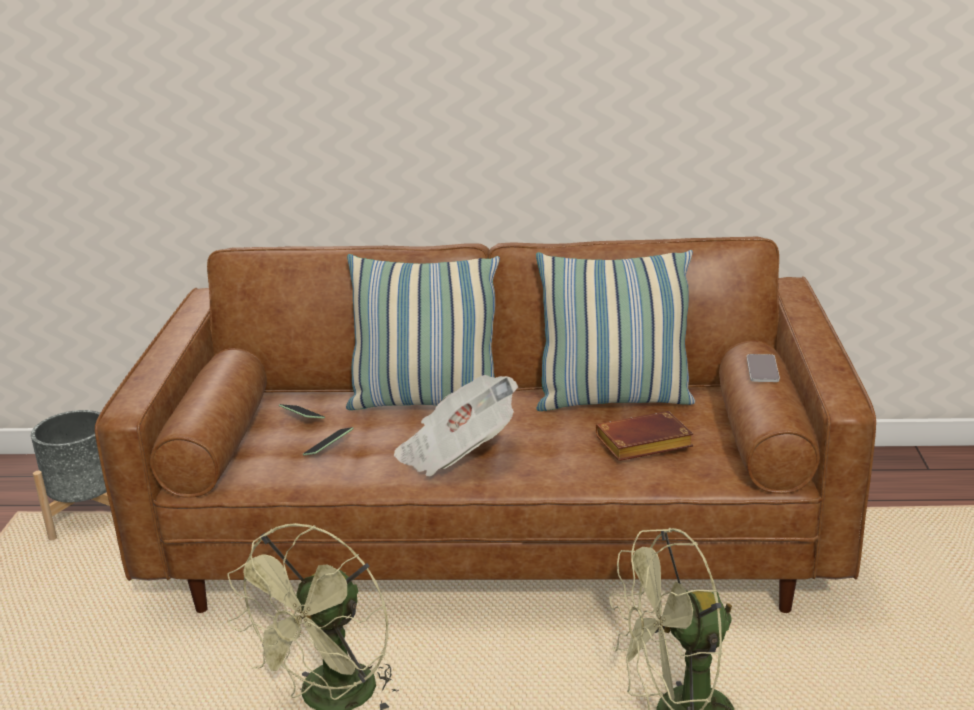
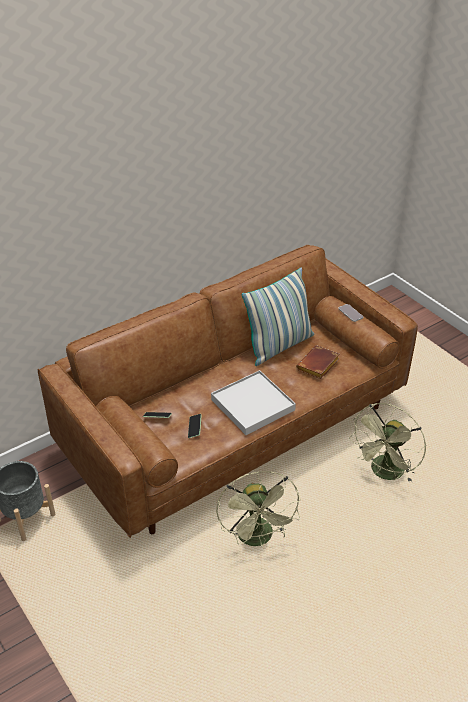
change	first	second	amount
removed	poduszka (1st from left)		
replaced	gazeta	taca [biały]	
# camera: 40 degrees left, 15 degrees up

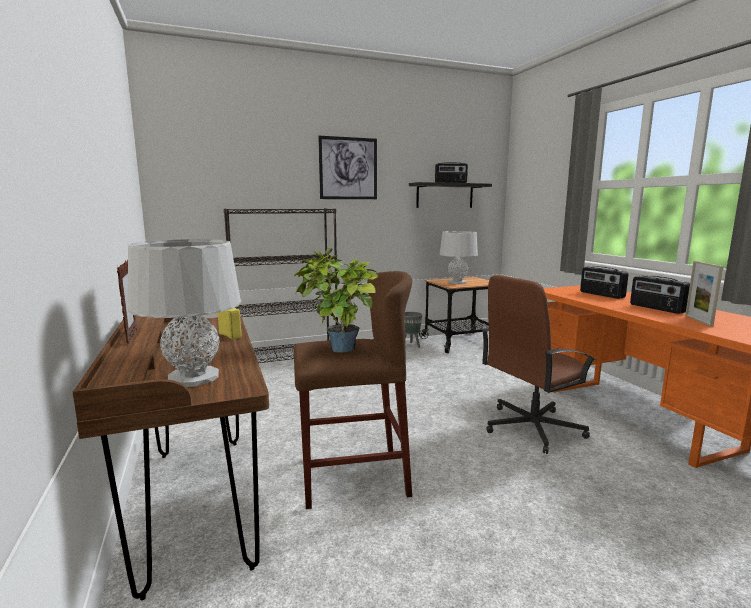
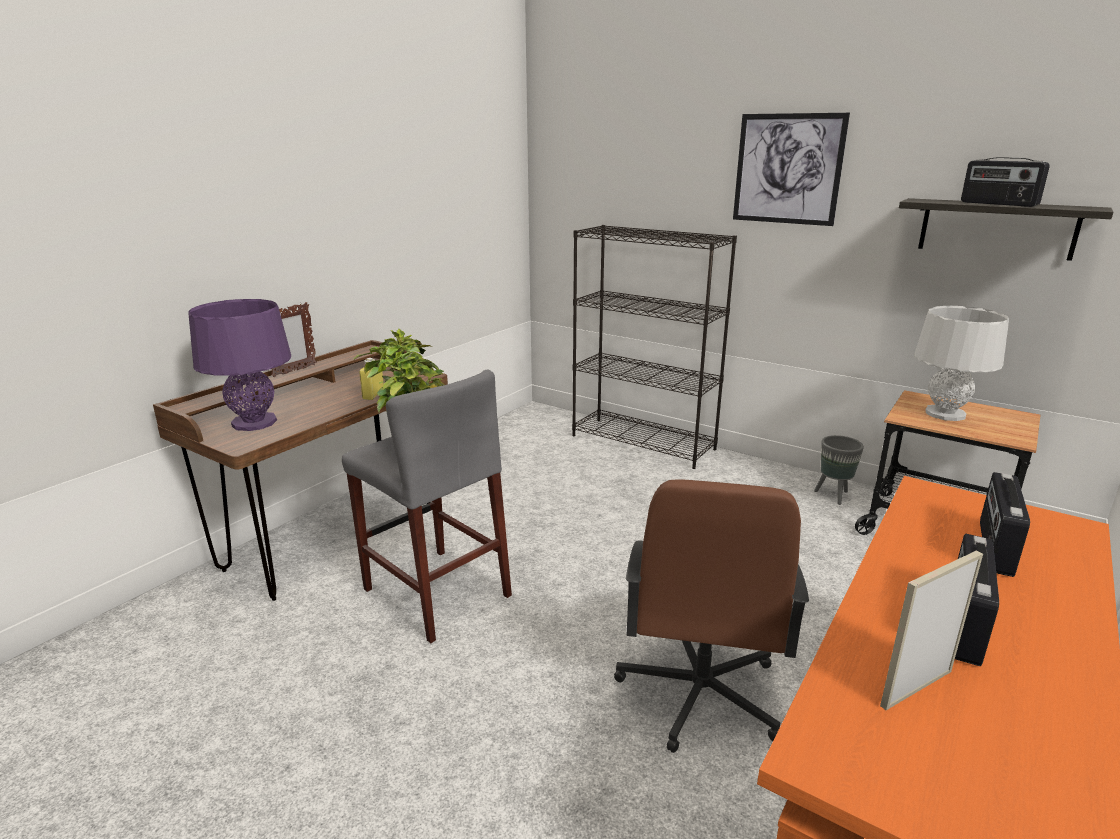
change	first	second	amount
recoloured	lampa stołowa [szary] (1st from left)	lampa stołowa [fioletowy]	
recoloured	stołek [brązowy]	stołek [szary]	
turned	krzesło biurowe [brązowy]		105 degrees counterclockwise
# camera: 55 degrees right, 10 degrees up

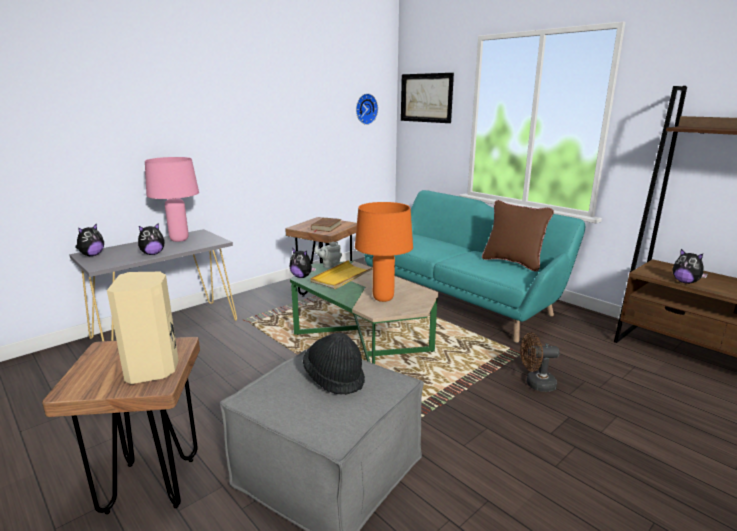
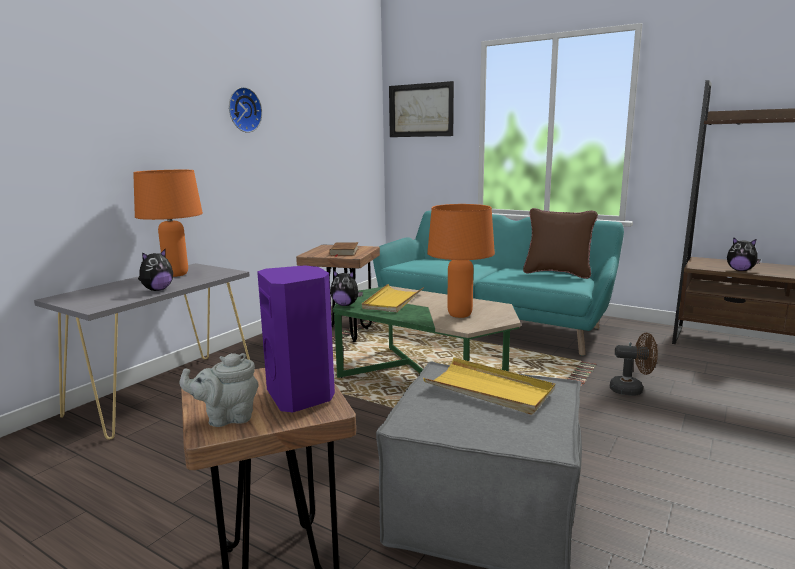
change	first	second	amount
moved	zegar ścienny		
recoloured	lampa stołowa [różowy]	lampa stołowa [pomarańczowy] (1st from left)	
removed	pluszak (1st from left)		
moved	imbryk [szary]		
recoloured	głośnik [beżowy]	głośnik [fioletowy]	
replaced	kapelusz [czarny]	taca [żółty] (2nd from left)	
turned	wentylator [brązowy]		150 degrees counterclockwise
# camera: 15 degrees left, 5 degrees down

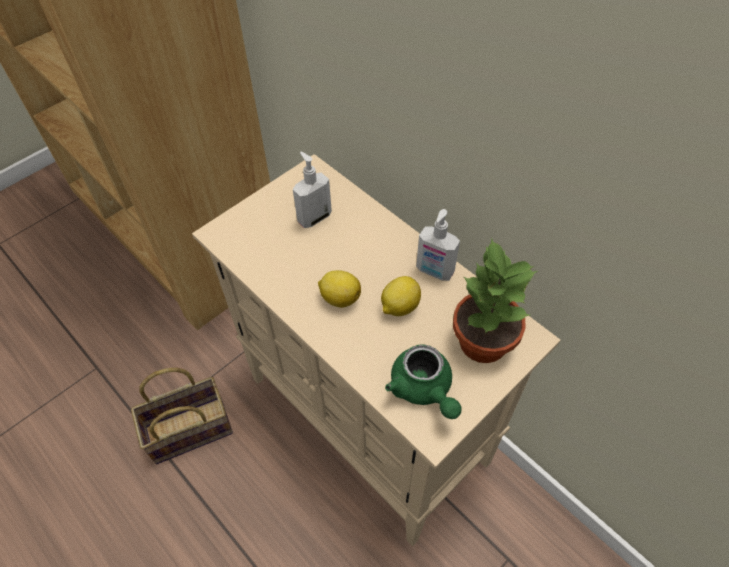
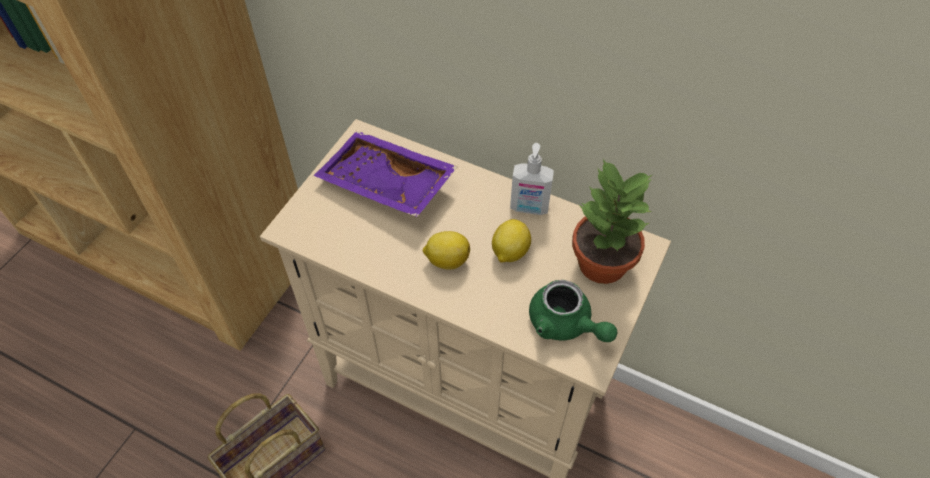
change	first	second	amount
replaced	dozownik mydła (1st from left)	taca [fioletowy]	
# camera: 20 degrees left, 0 degrees up

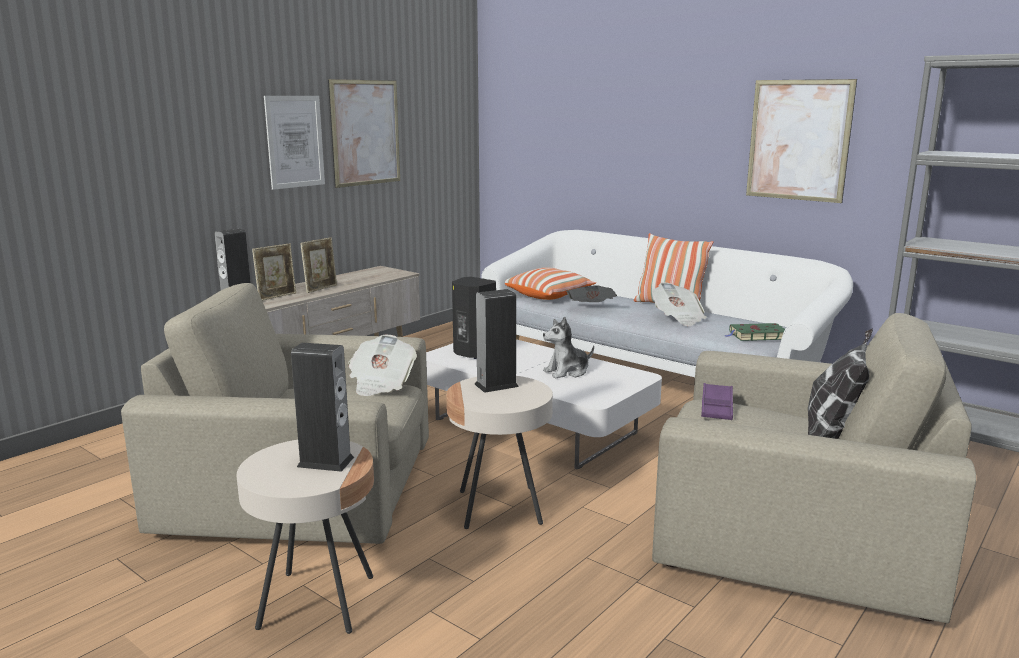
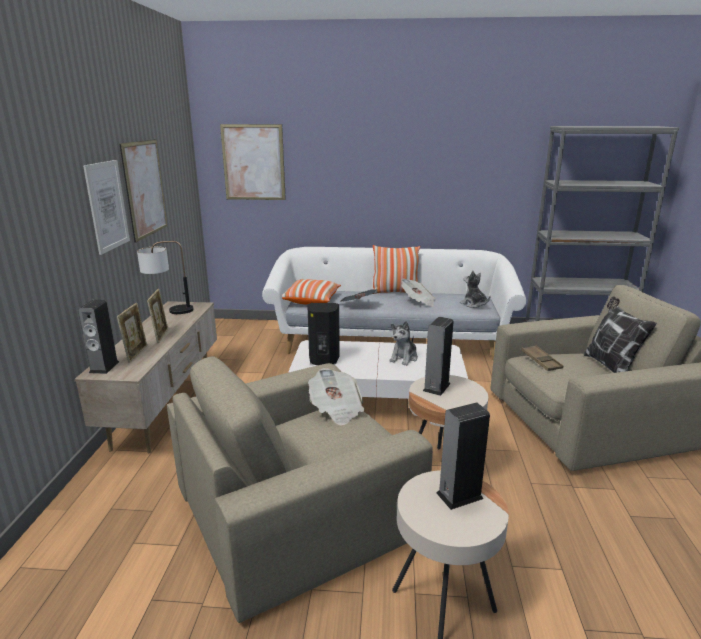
change	first	second	amount
moved	obraz (3rd from left)		
replaced	książka [zielony]	pluszak (2nd from left)	
recoloured	taca [fioletowy]	taca [brązowy]	
added		lampa stołowa	
# camera: 35 degrees left, 5 degrees up

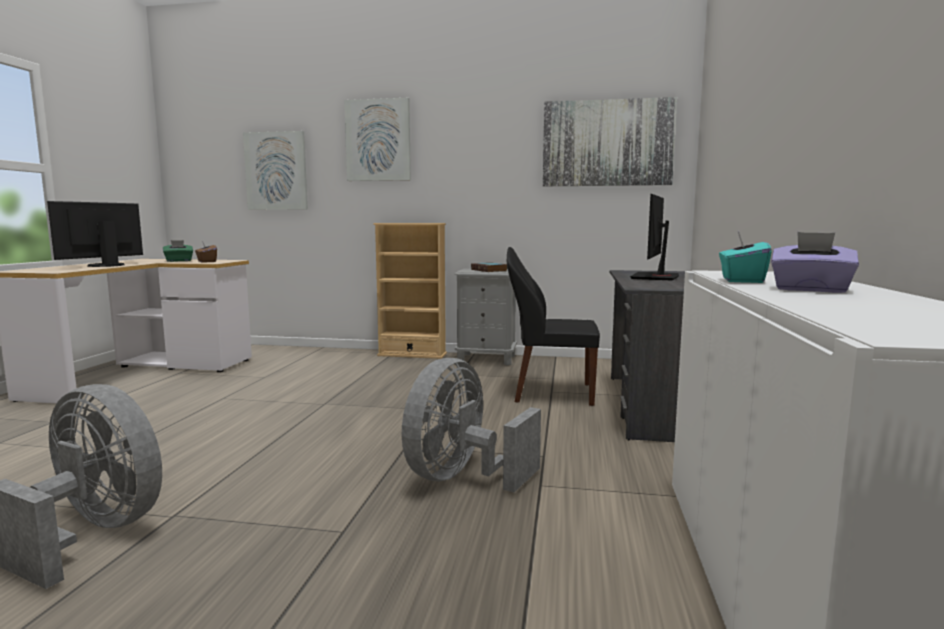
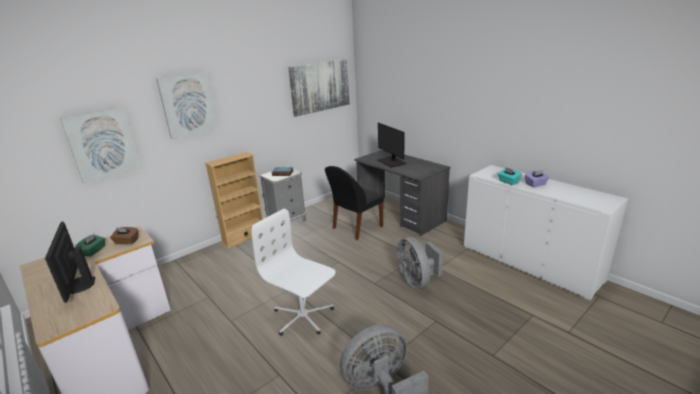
change	first	second	amount
added		krzesło biurowe [biały]	
# camera: 50 degrees left, 15 degrees up

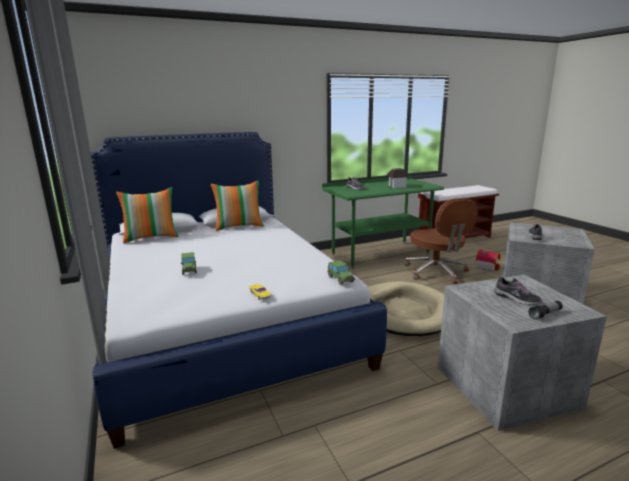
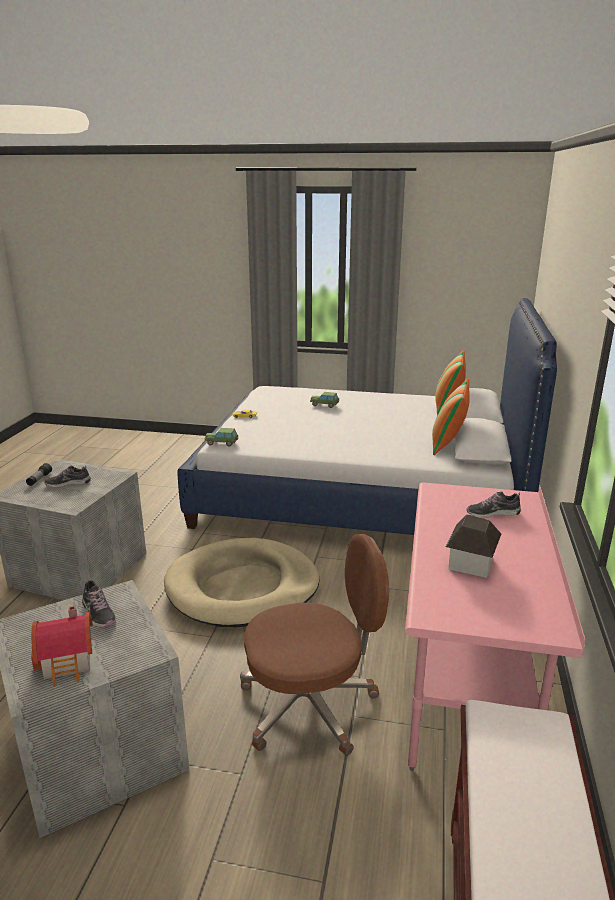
change	first	second	amount
recoloured	biurko [zielony]	biurko [różowy]	
turned	krzesło biurowe [brązowy]		150 degrees clockwise
moved	domek (2nd from left in the first image)	domek (1st from left)	
# camera: 125 degrees right, 5 degrees up

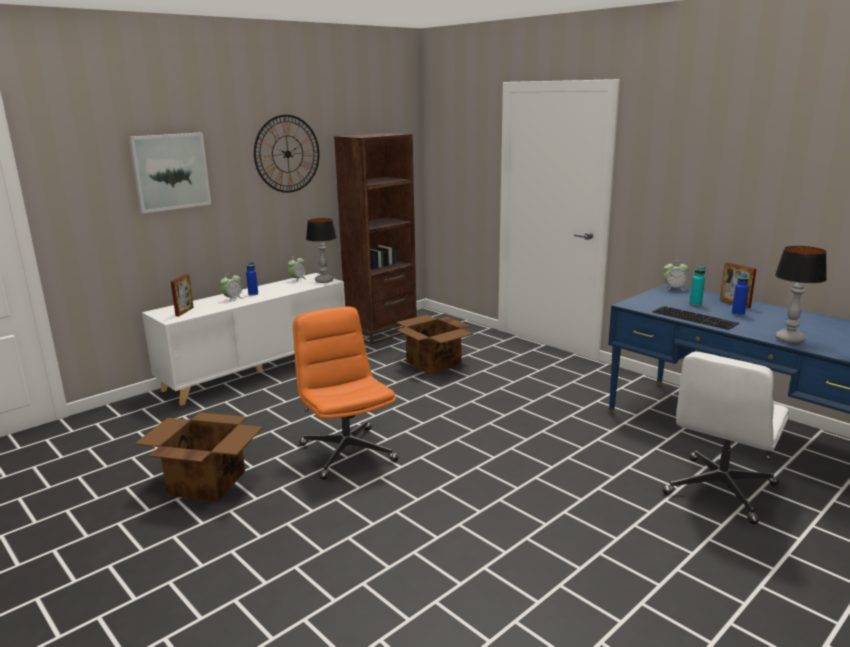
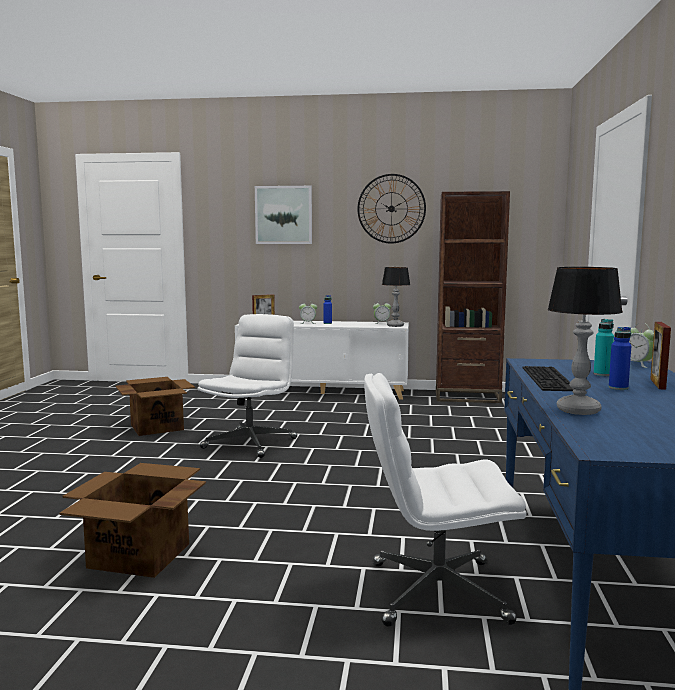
change	first	second	amount
recoloured	krzesło biurowe [pomarańczowy]	krzesło biurowe [biały] (1st from left)	
moved	karton (2nd from left in the first image)	karton (1st from left)	
# camera: 50 degrees right, 10 degrees down

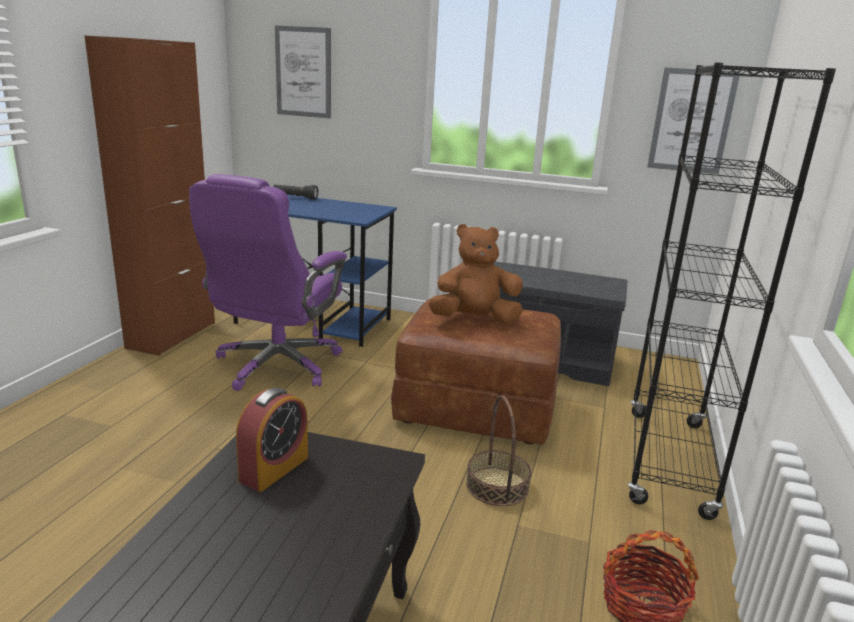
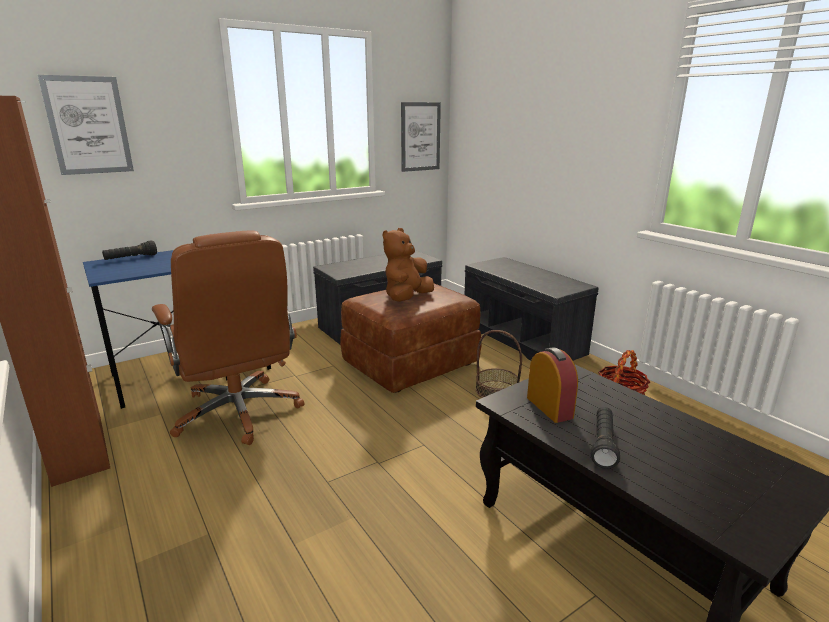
change	first	second	amount
replaced	regał [czarny]	ławka [szary] (2nd from left)	
recoloured	krzesło biurowe [fioletowy]	krzesło biurowe [brązowy]	
added		latarka [czarny] (2nd from left)	
# camera: 50 degrees left, 0 degrees up

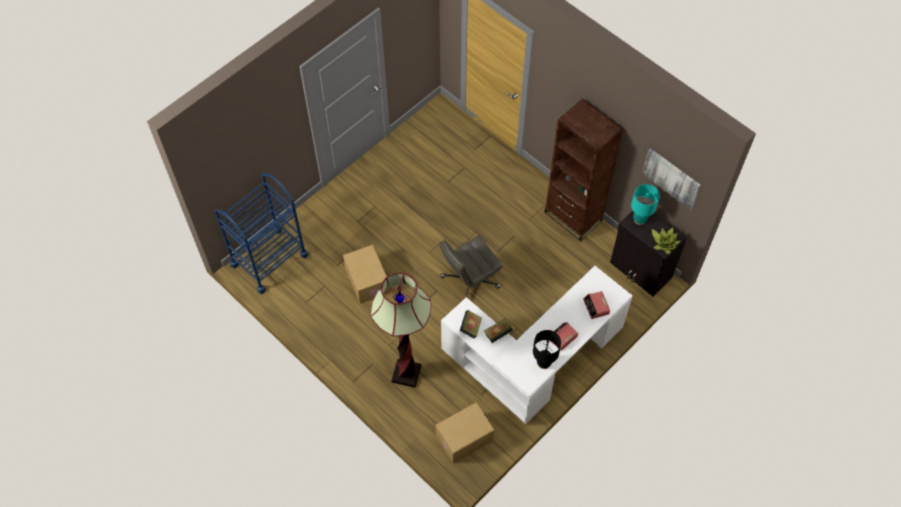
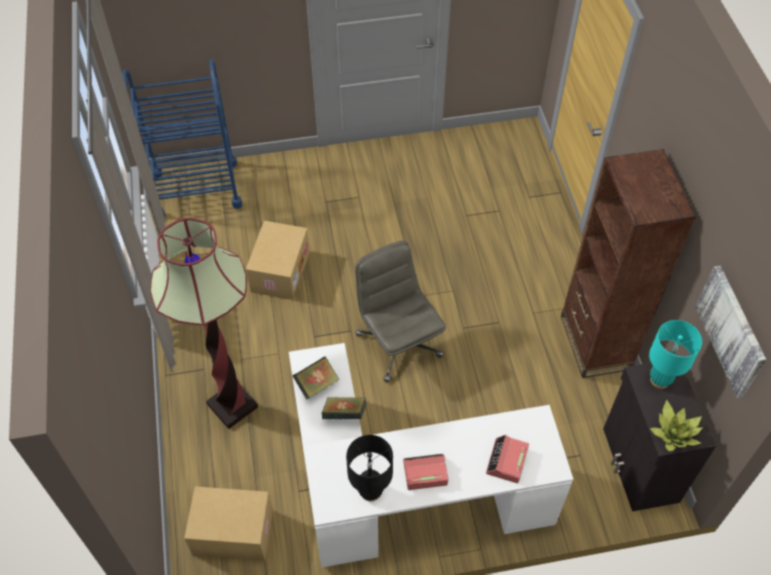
change	first	second	amount
turned	krzesło biurowe [szary]		60 degrees clockwise
# camera: 35 degrees right, 5 degrees down

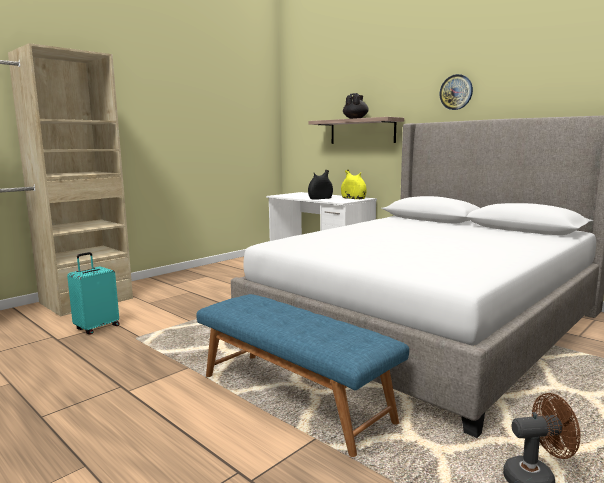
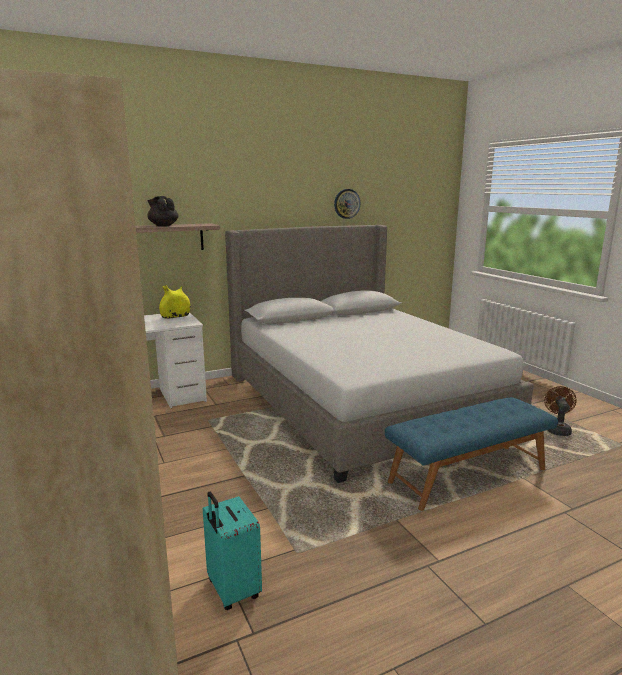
change	first	second	amount
moved	zegar ścienny		
removed	wazon [czarny]		
# camera: 70 degrees left, 5 degrees up

